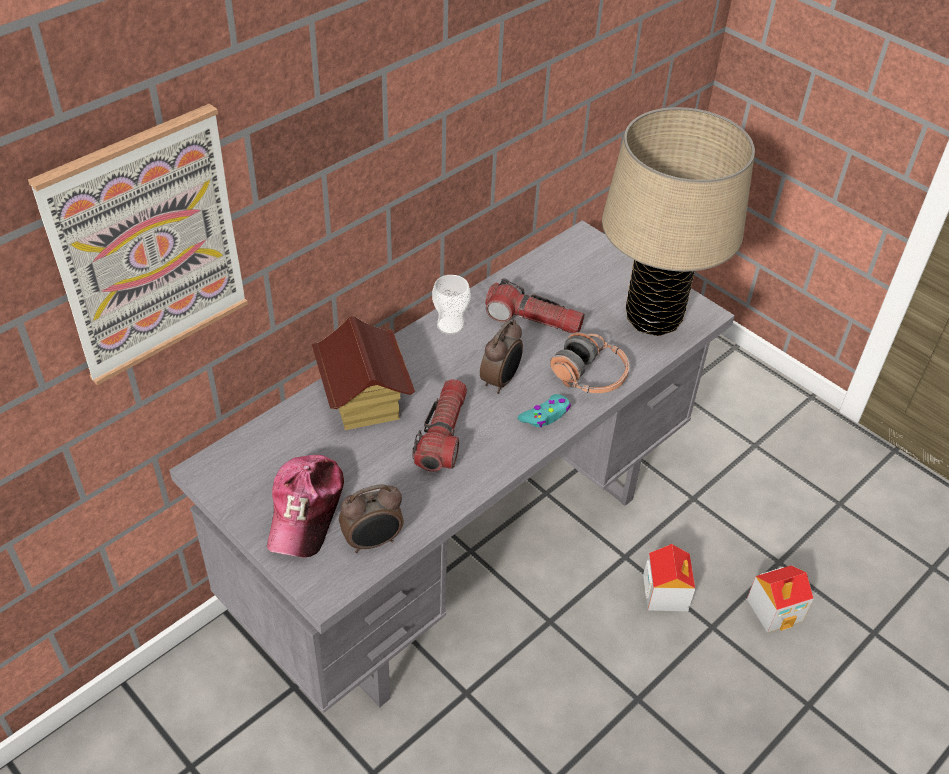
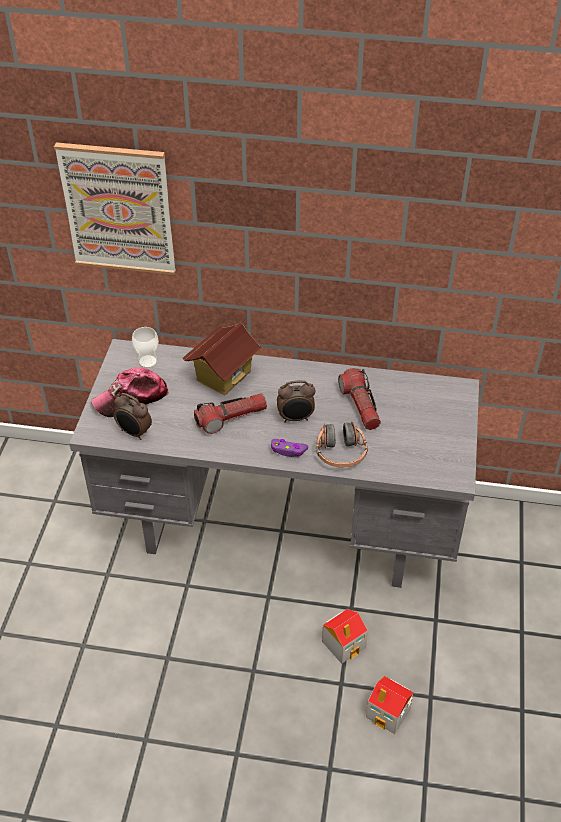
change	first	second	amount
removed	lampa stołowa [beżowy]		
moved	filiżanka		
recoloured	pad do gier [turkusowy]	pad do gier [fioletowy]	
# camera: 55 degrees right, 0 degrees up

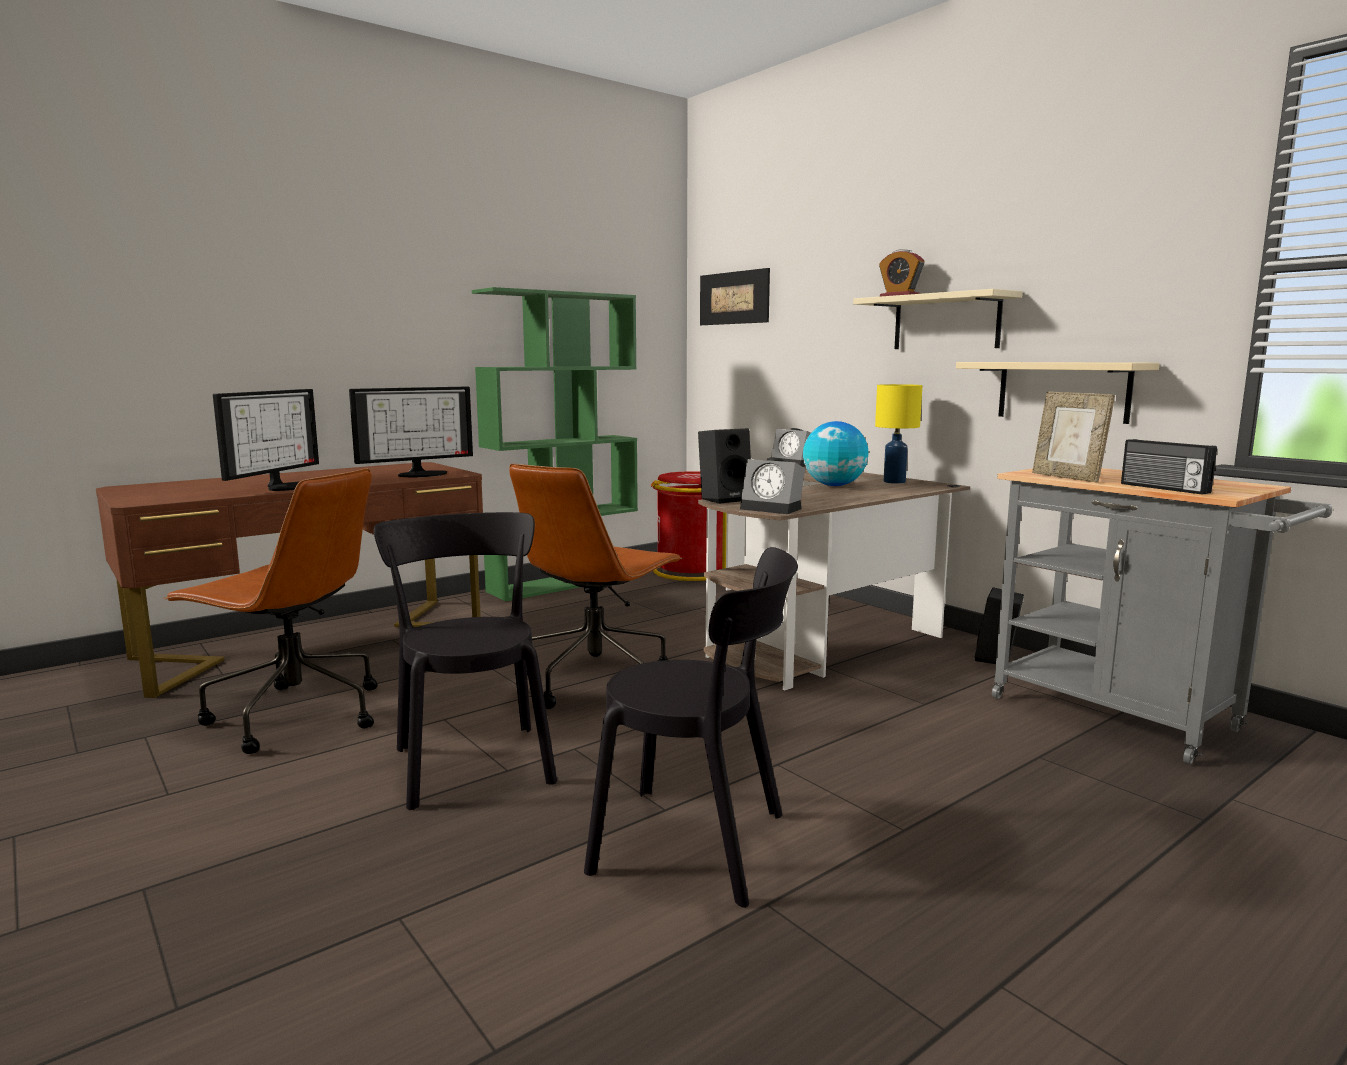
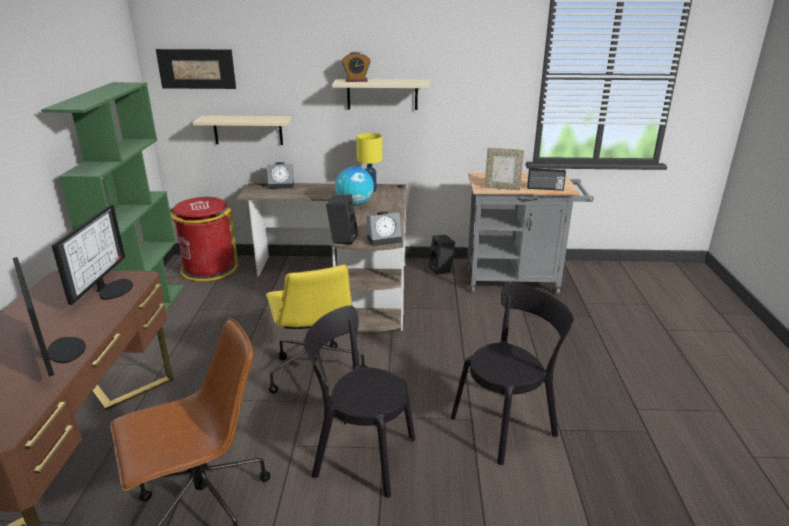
change	first	second	amount
moved	półka [beżowy] (2nd from left in the first image)	półka [beżowy] (1st from left)	
recoloured	krzesło biurowe [brązowy] (2nd from left)	krzesło biurowe [żółty]	
# camera: 50 degrees left, 15 degrees up

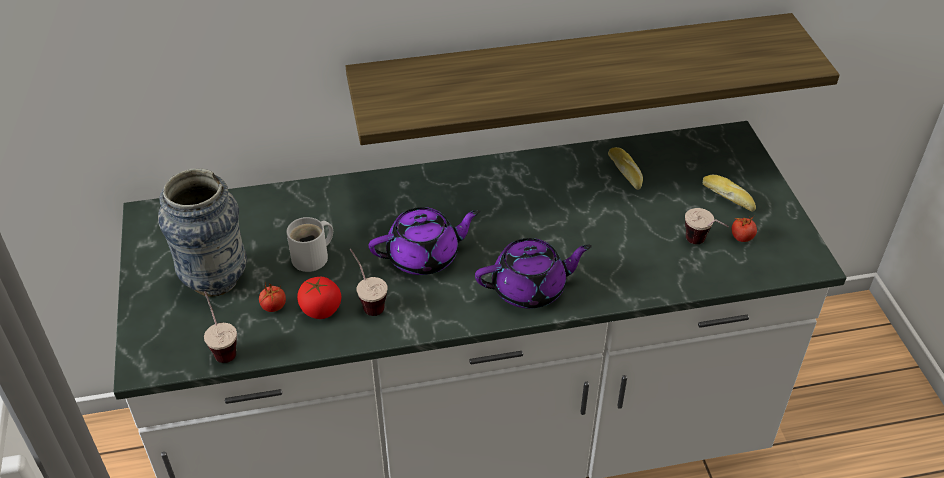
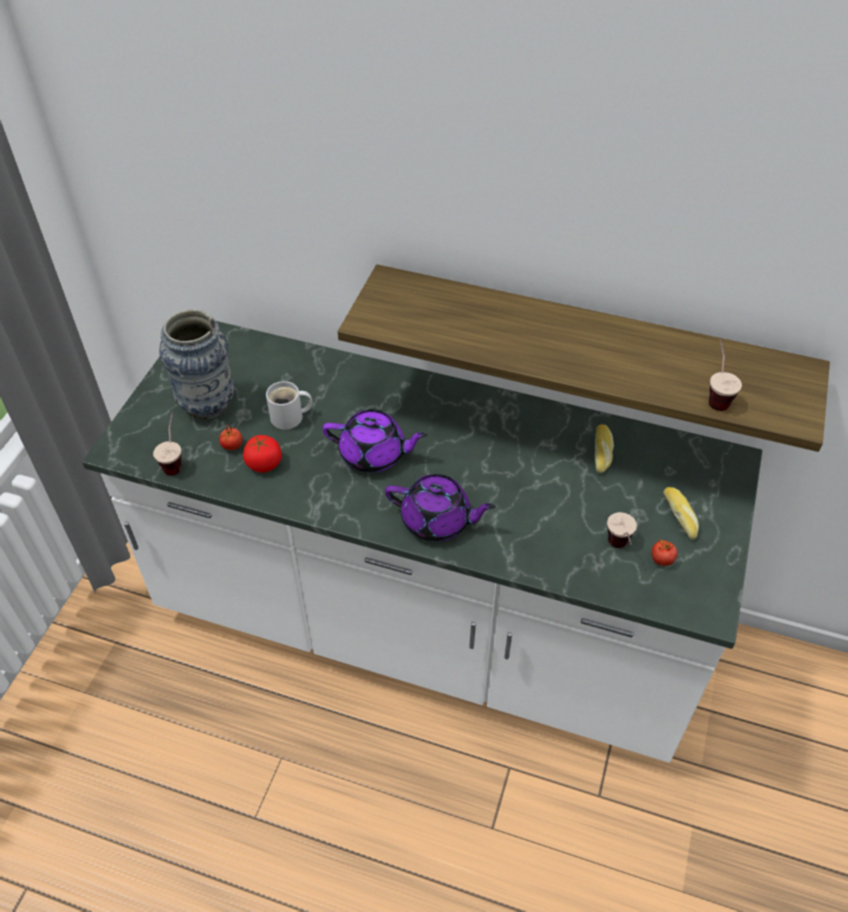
change	first	second	amount
moved	filiżanka (2nd from left in the first image)	filiżanka (3rd from left)	
# camera: 30 degrees right, 5 degrees up

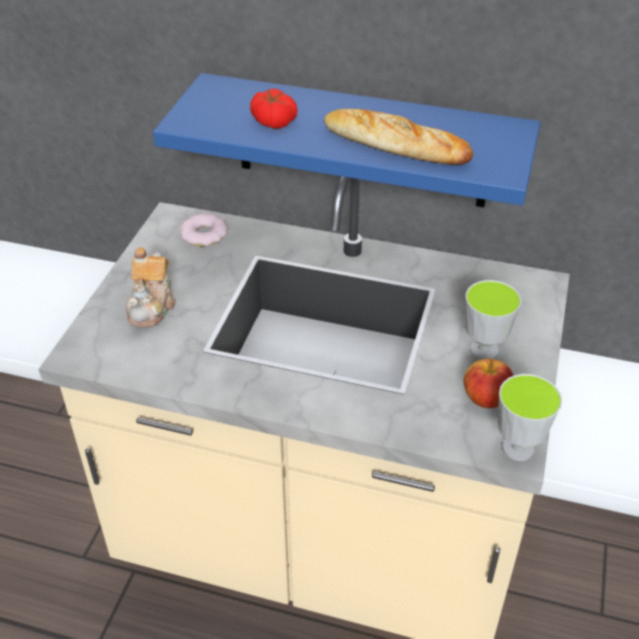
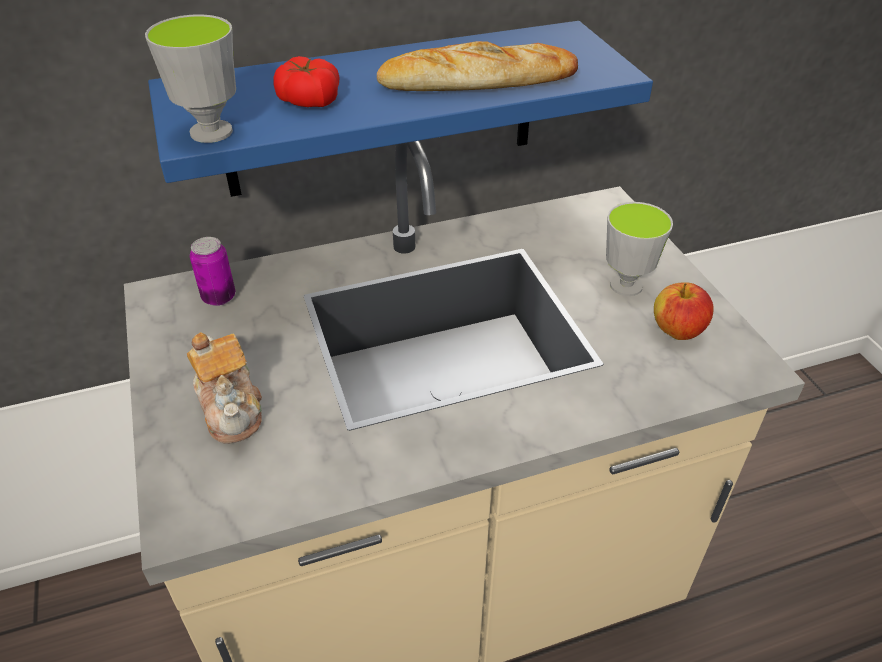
change	first	second	amount
replaced	donut	puszka	
moved	filiżanka (2nd from left in the first image)	filiżanka (1st from left)	
# camera: 35 degrees left, 0 degrees up

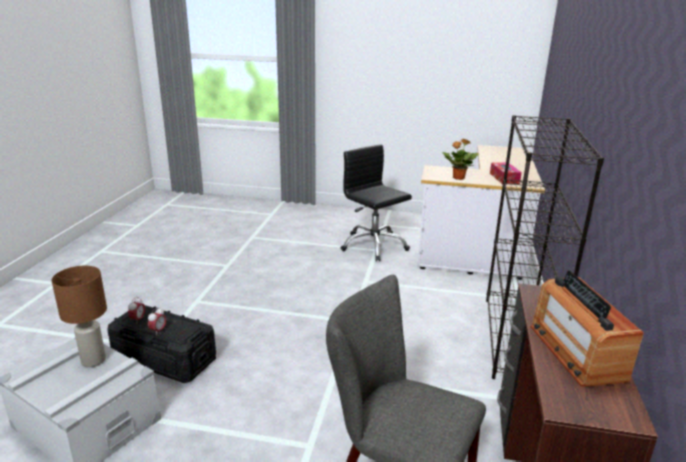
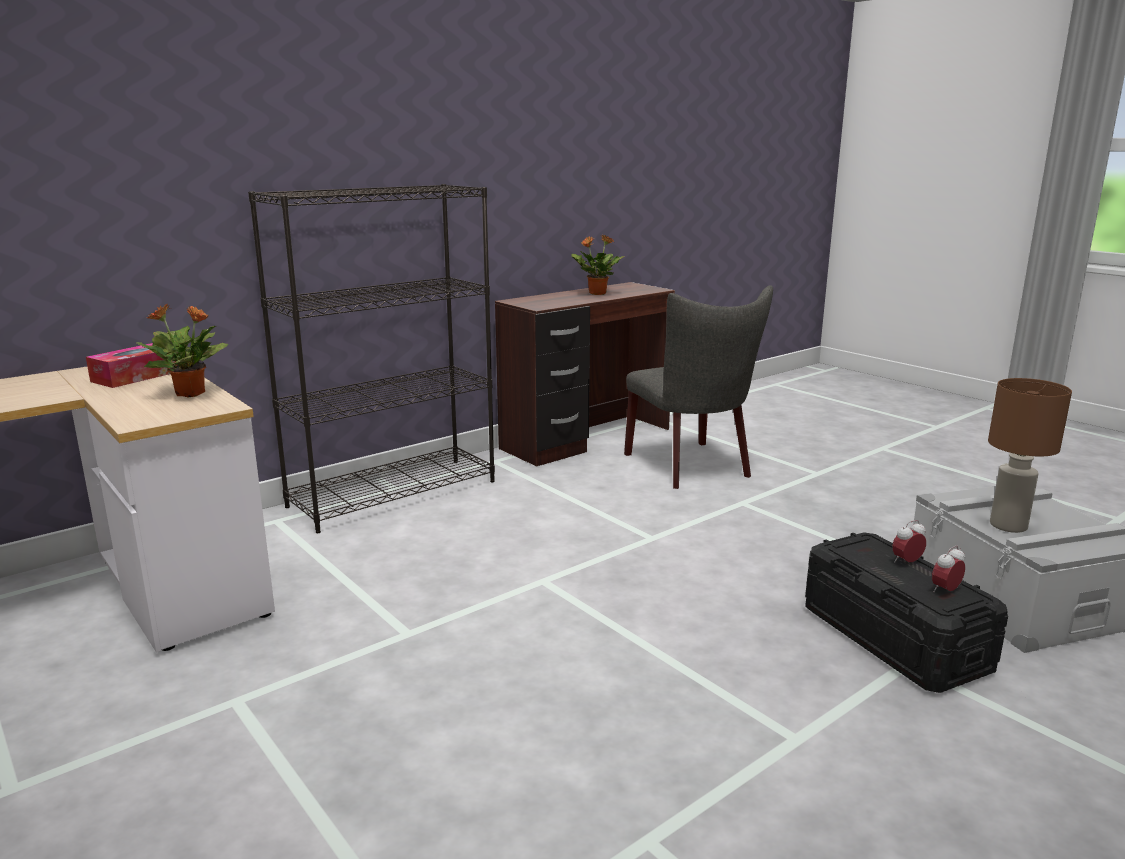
change	first	second	amount
removed	krzesło biurowe [czarny]		
replaced	radio	roślina doniczkowa (2nd from left)	
# camera: 140 degrees left, 5 degrees down

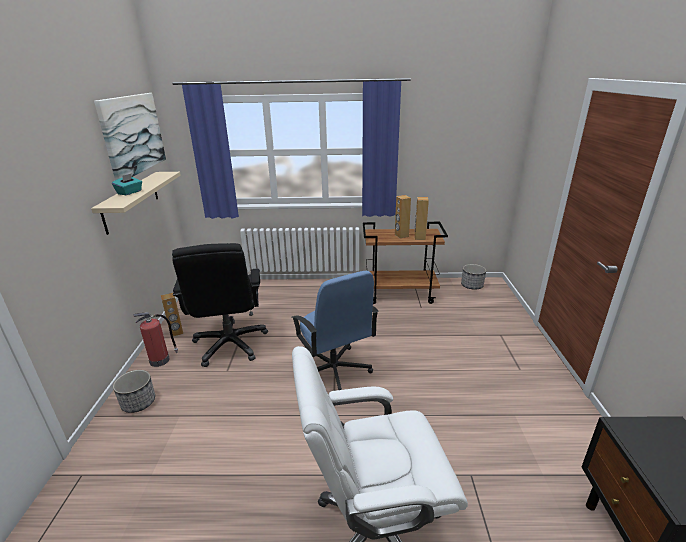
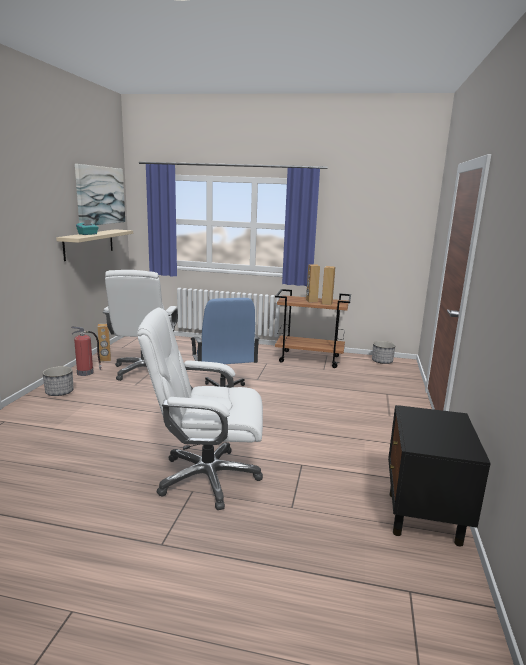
change	first	second	amount
recoloured	krzesło biurowe [czarny]	krzesło biurowe [biały] (1st from left)	
# camera: 10 degrees right, 10 degrees down

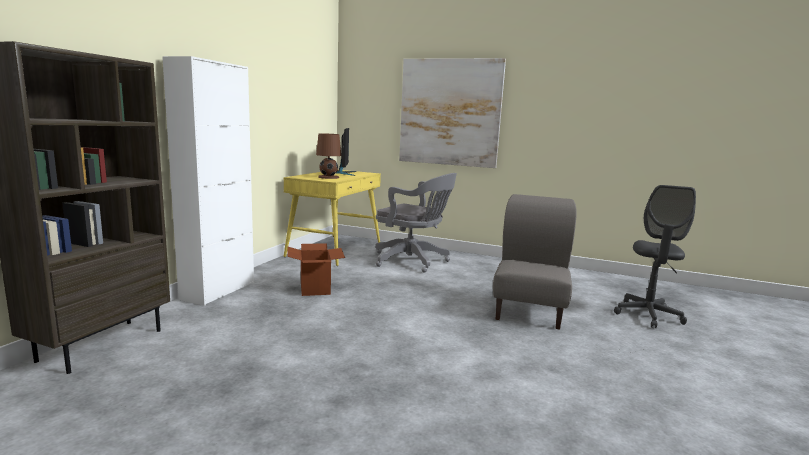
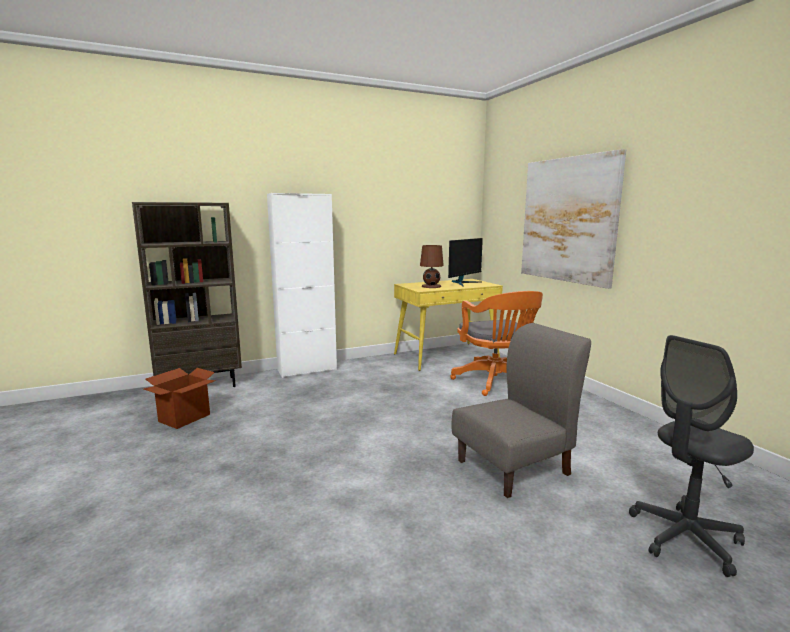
change	first	second	amount
recoloured	krzesło biurowe [szary] (1st from left)	krzesło biurowe [pomarańczowy]	
moved	karton		
# camera: 45 degrees right, 0 degrees up

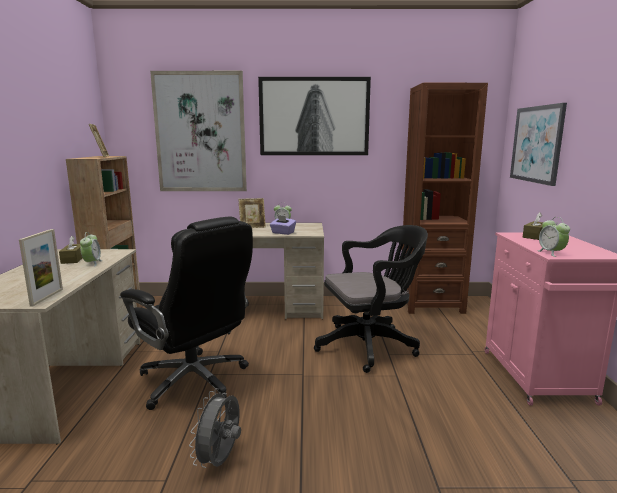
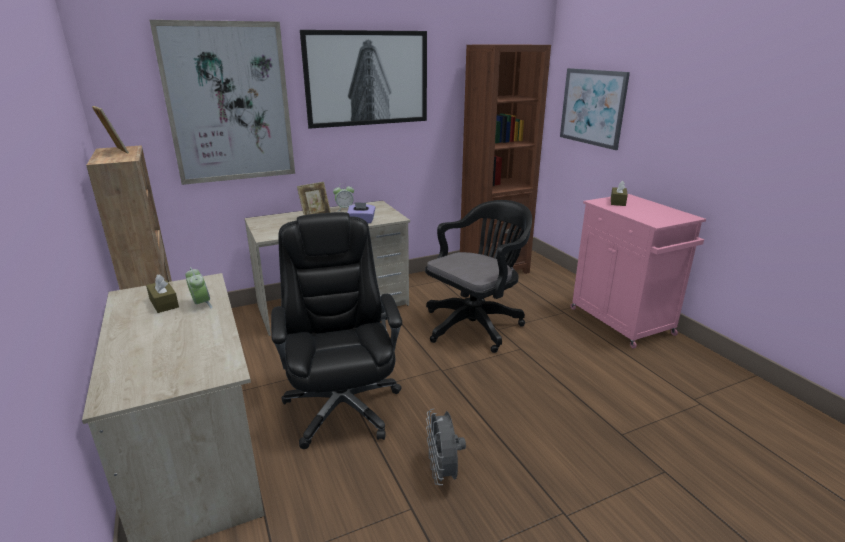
change	first	second	amount
turned	krzesło biurowe [czarny] (1st from left)		120 degrees counterclockwise
removed	budzik (3rd from left)		
removed	ramka na zdjęcie (1st from left)		
# camera: 25 degrees left, 10 degrees up

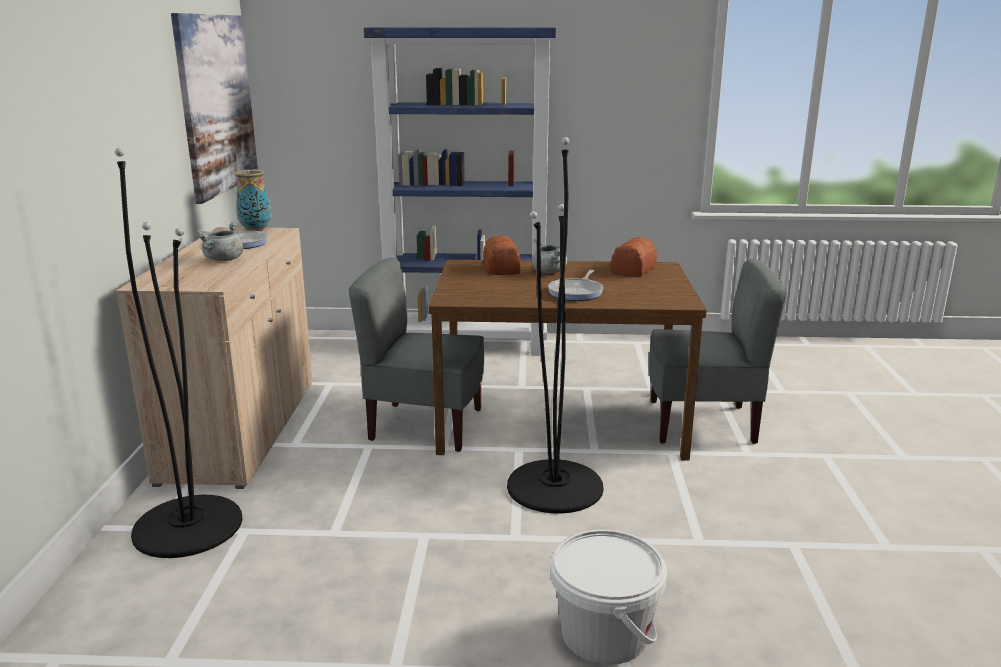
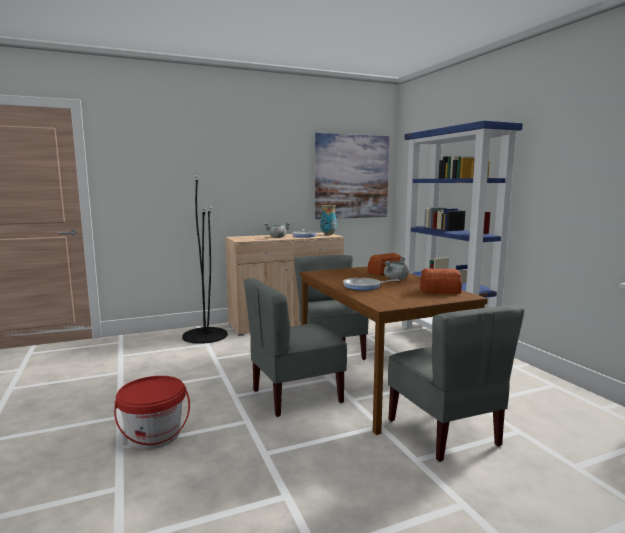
change	first	second	amount
replaced	lampa stojąca [czarny] (2nd from left)	krzesło [szary] (1st from left)	
recoloured	wiadro [biały]	wiadro [czerwony]	
# camera: 65 degrees right, 10 degrees down

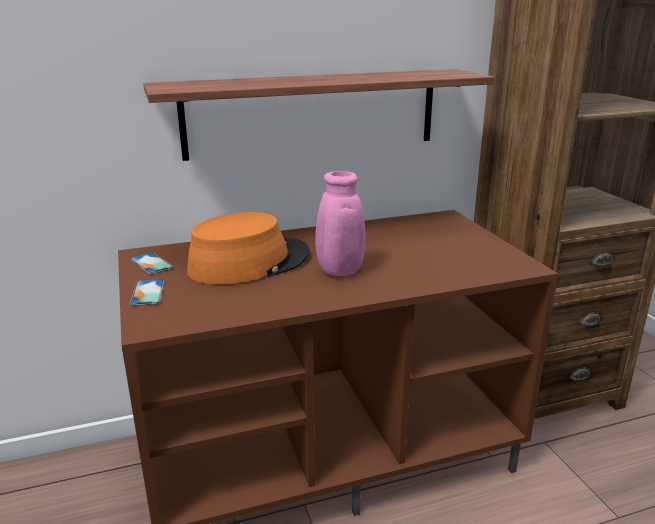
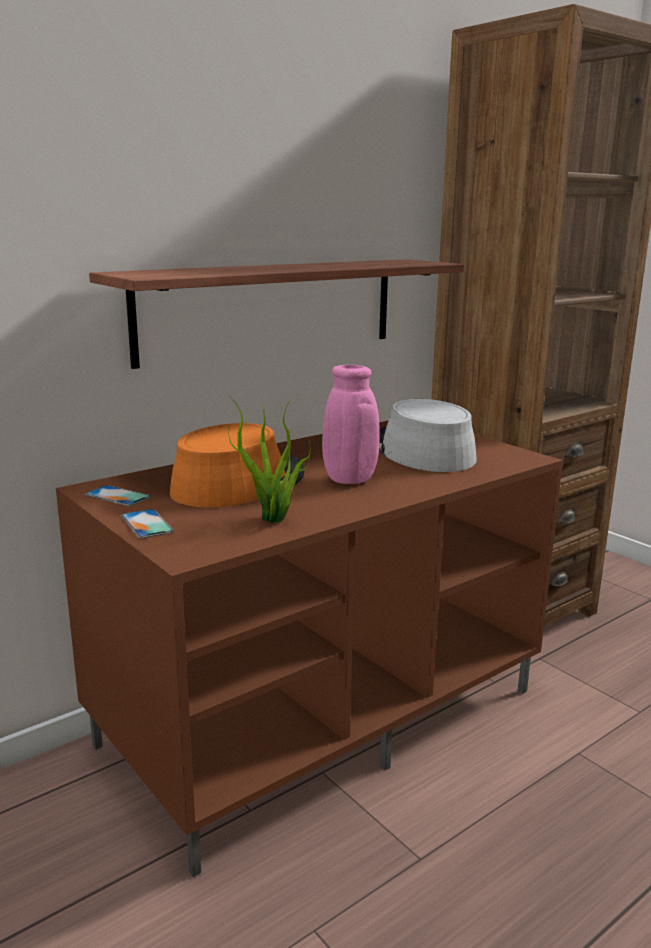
change	first	second	amount
added		roślina doniczkowa	
added		kapelusz [szary]	
# camera: 20 degrees left, 5 degrees down

